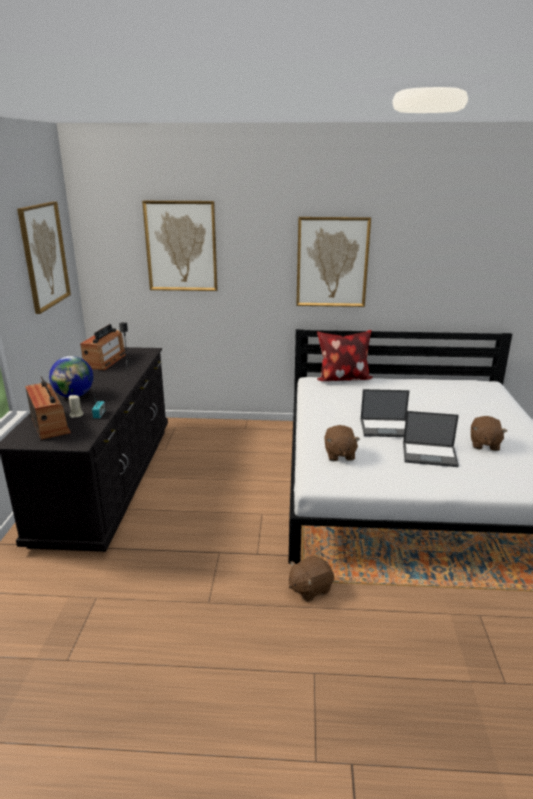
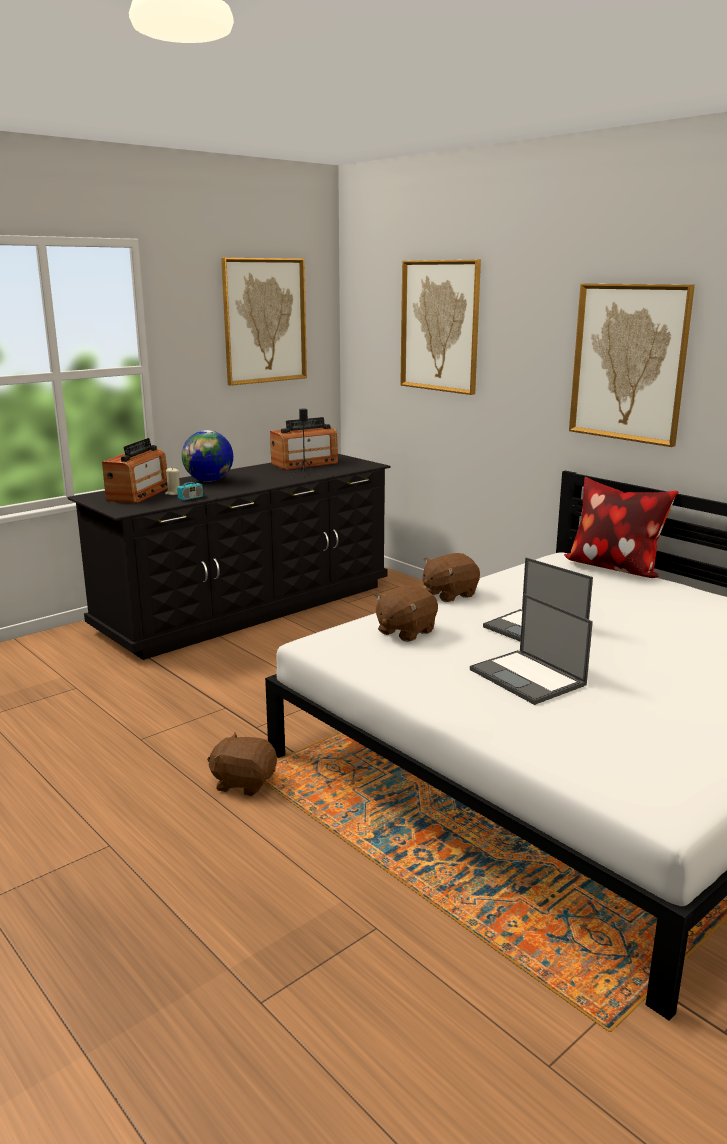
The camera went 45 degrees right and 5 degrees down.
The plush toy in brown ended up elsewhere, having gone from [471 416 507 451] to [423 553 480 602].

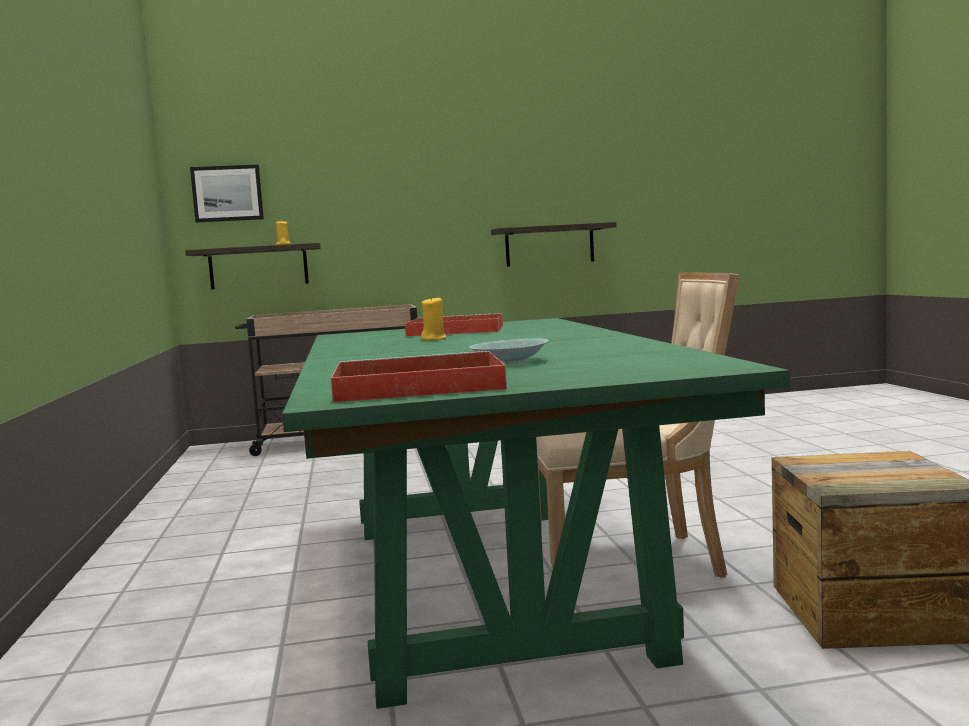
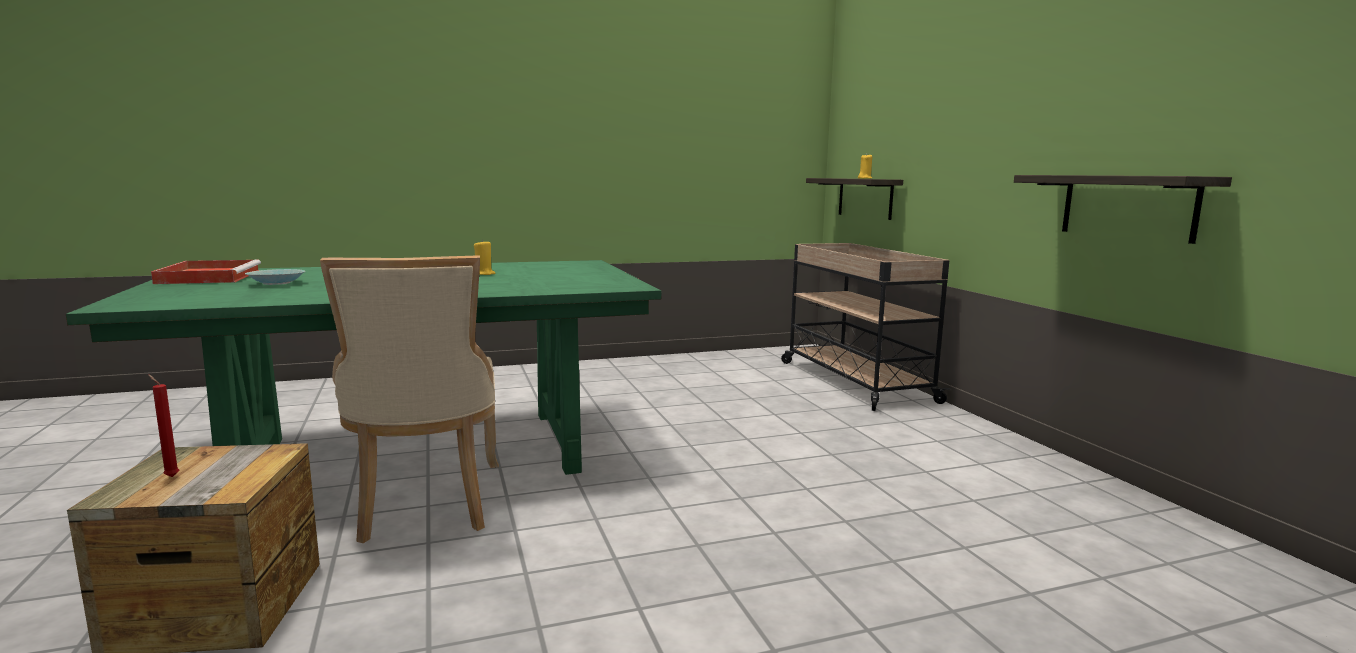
The camera went 80 degrees right and 5 degrees up.
The second view lost the picture at [190 165 264 223].
The second view lost the tray in red at [405 313 503 337].
The second view gained the candle in red at [148 374 179 477].

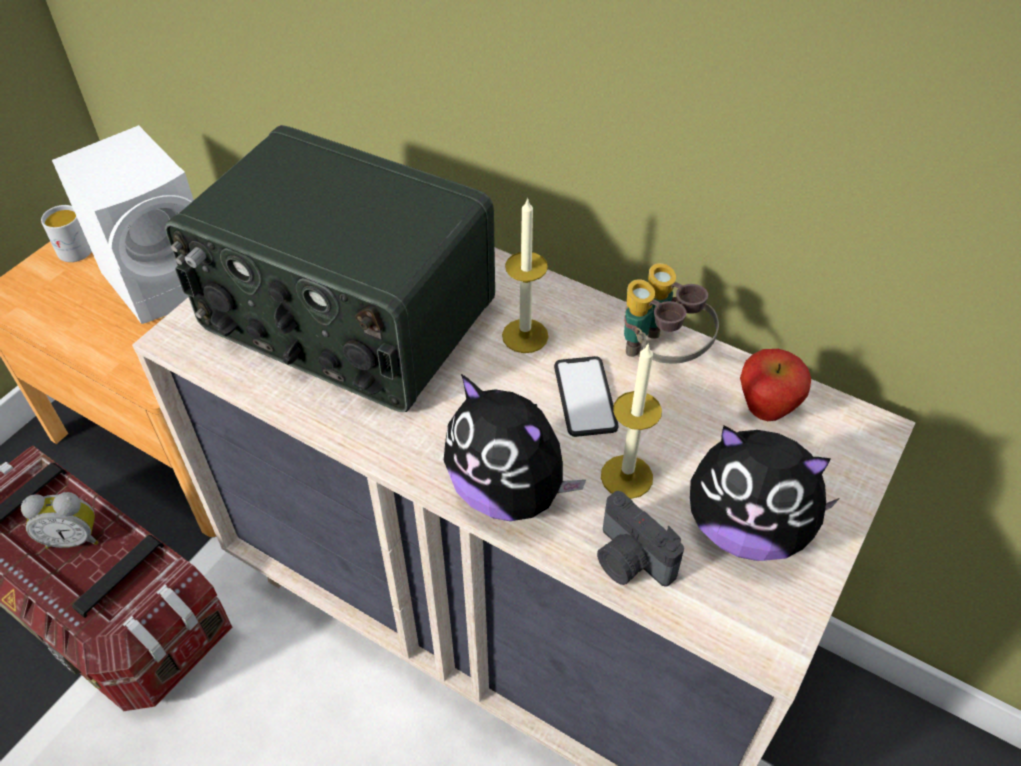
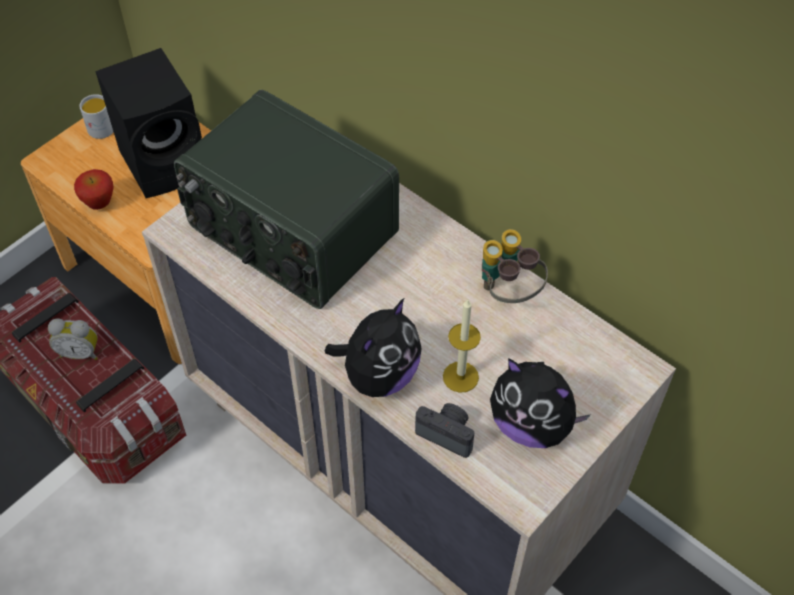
The camera went 10 degrees right and 5 degrees up.
What was the speaker in white at [52 125 194 324] turned into the speaker in black at [95 48 202 198].
The plush toy at [444 374 586 521] ended up facing another way, 105 degrees counterclockwise from before.
The second view lost the candle at [502 197 549 353].
The second view lost the phone at [554 356 618 437].
The photo camera at [597 491 684 587] ended up facing another way, 150 degrees clockwise from before.
The apple ended up elsewhere, having gone from [740 349 811 421] to [74 169 114 210].

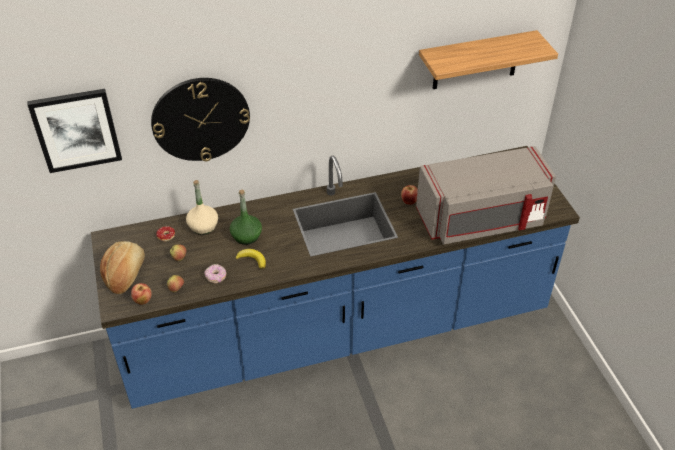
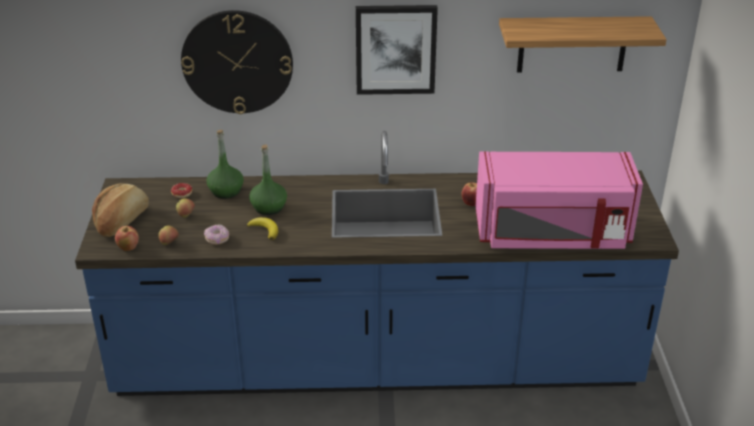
The camera went 15 degrees right and 10 degrees down.
The picture ended up elsewhere, having gone from [27 89 122 173] to [356 5 438 95].
What was the bottle in beige at [186 180 218 235] turned into the bottle in green at [206 130 244 199].
What was the microwave in grey at [416 146 556 244] turned into the microwave in pink at [476 151 643 249].

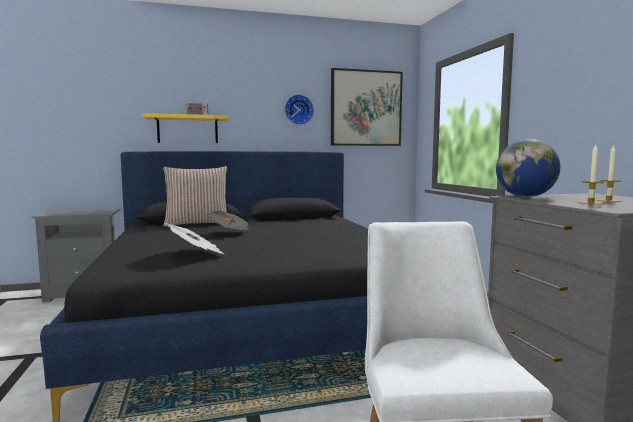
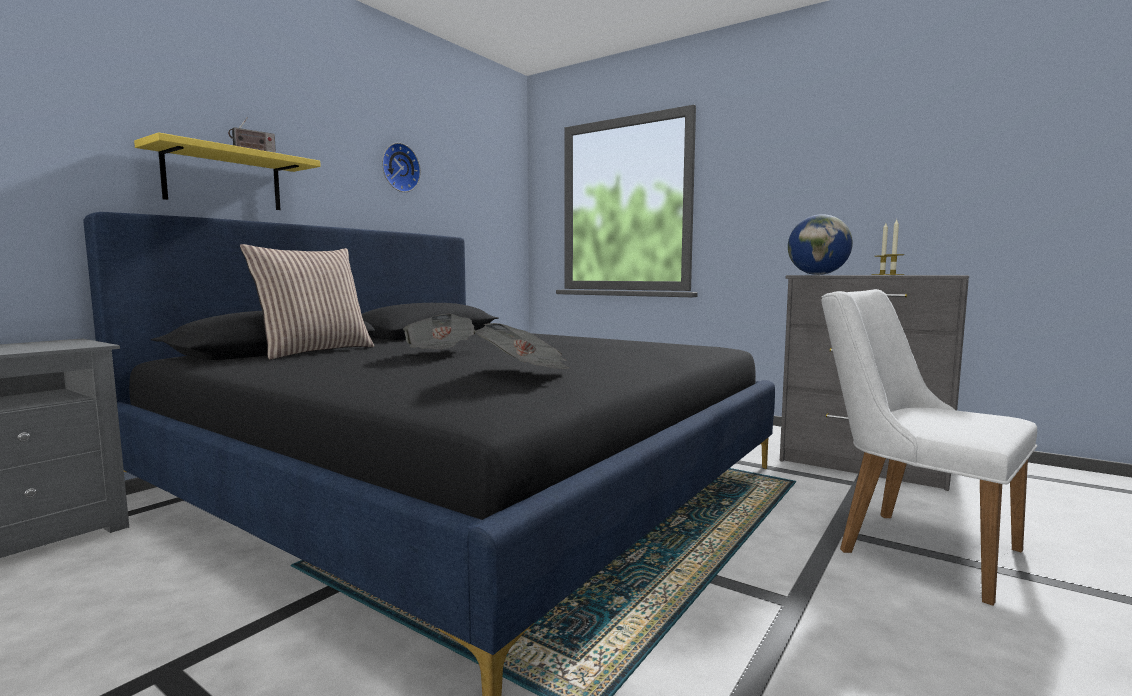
The camera went 40 degrees left and 0 degrees up.
The second view lost the picture at [331 68 403 146].

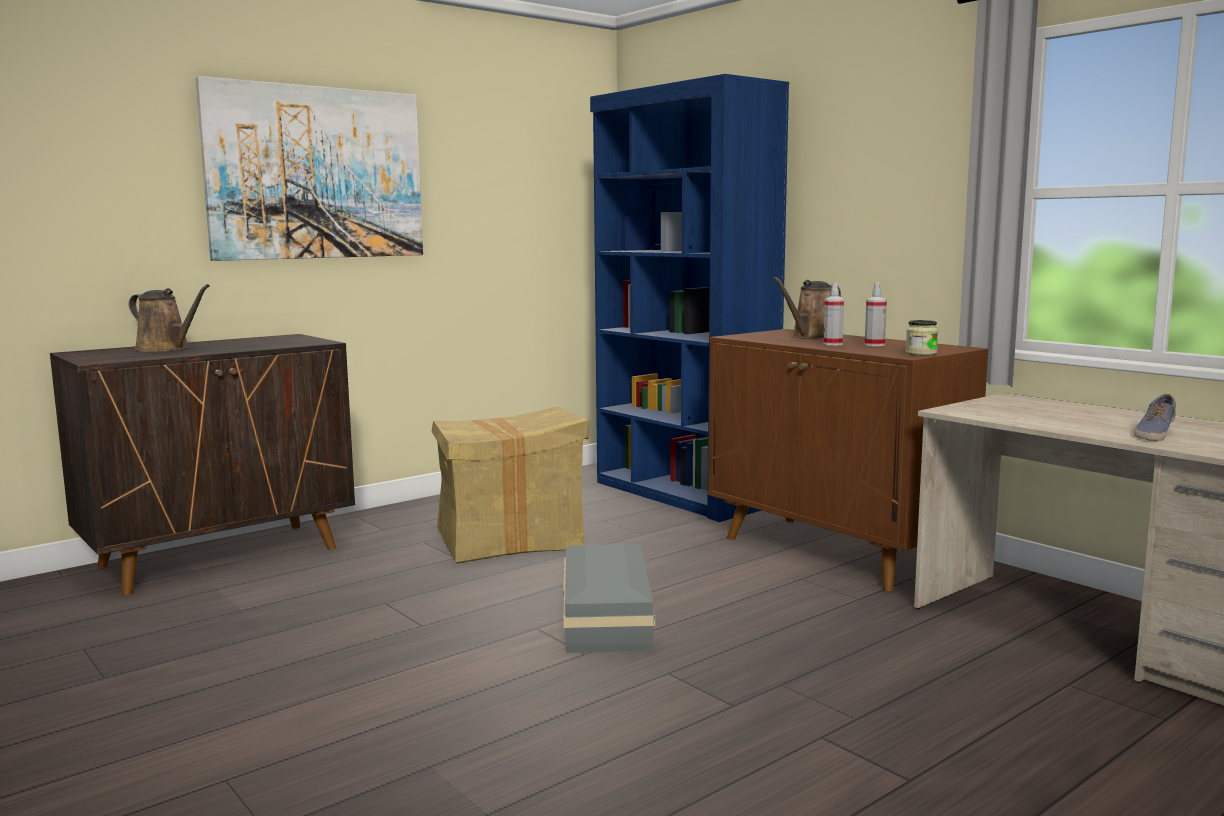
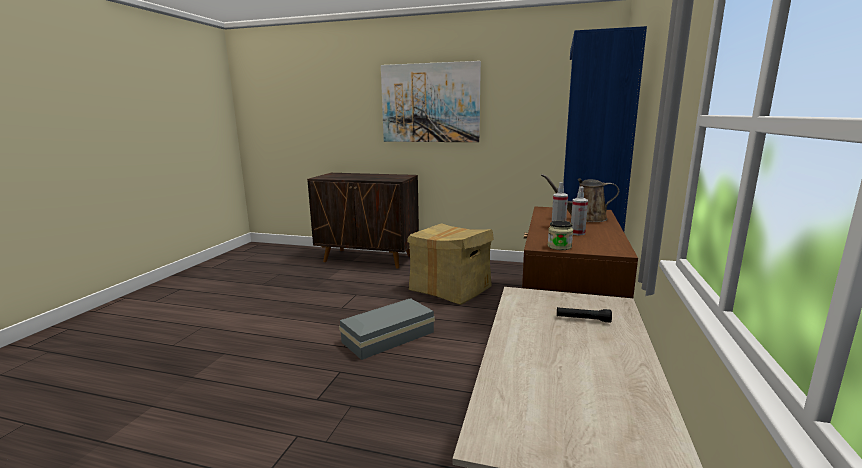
The camera went 55 degrees right and 5 degrees up.
The second view lost the watering can in brown at [129 284 210 352].
The second view lost the shoe at [1134 394 1176 441].
The second view gained the flashlight in black at [557 307 612 322].

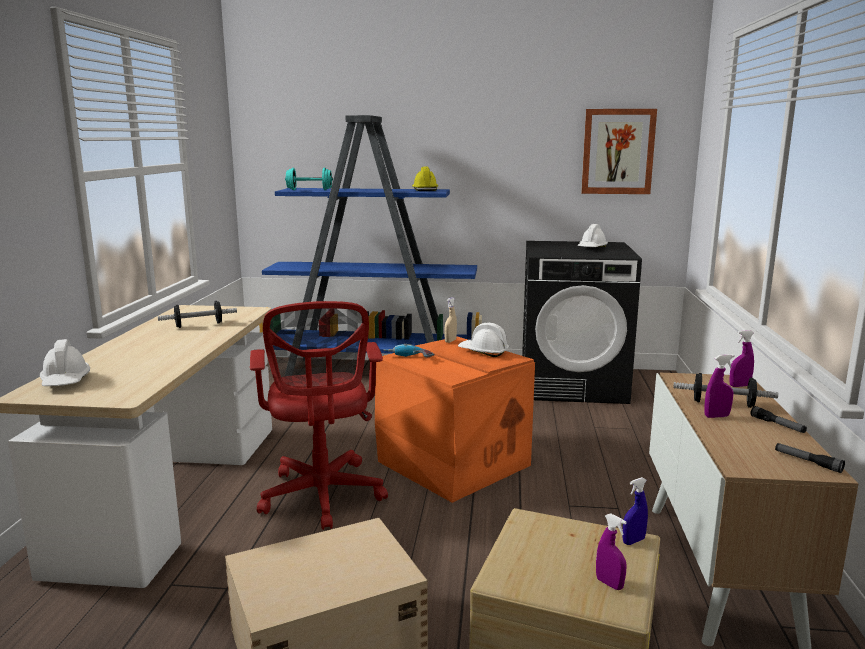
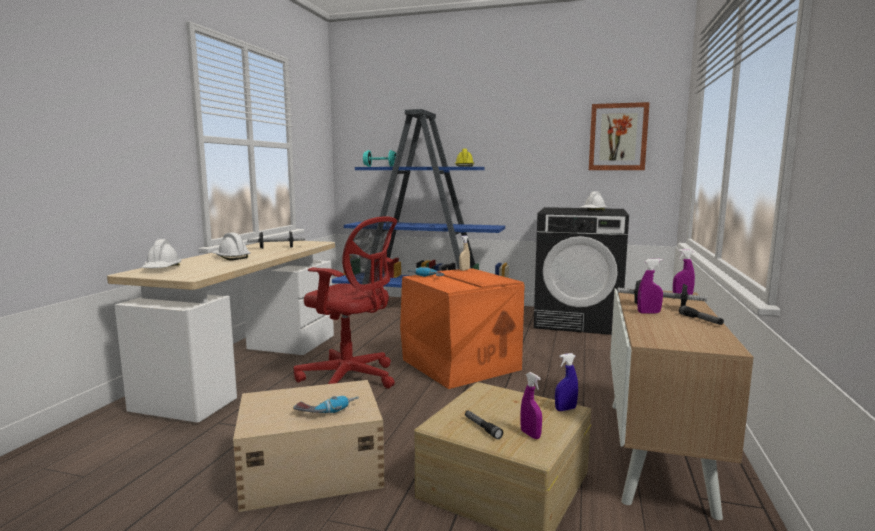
The camera went 10 degrees right and 5 degrees down.
The office chair in red at [250 301 388 530] ended up facing another way, 60 degrees counterclockwise from before.
The hard hat in white ended up elsewhere, having gone from [458 323 509 357] to [212 232 251 260].
The flashlight ended up elsewhere, having gone from [775 443 845 473] to [465 410 503 439].
The second view gained the power drill at [293 396 359 413].

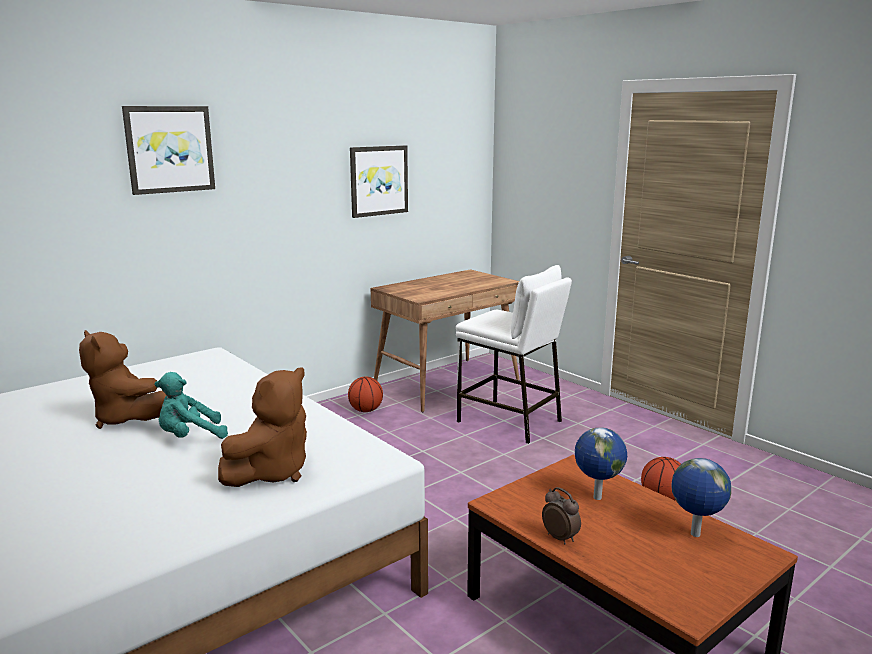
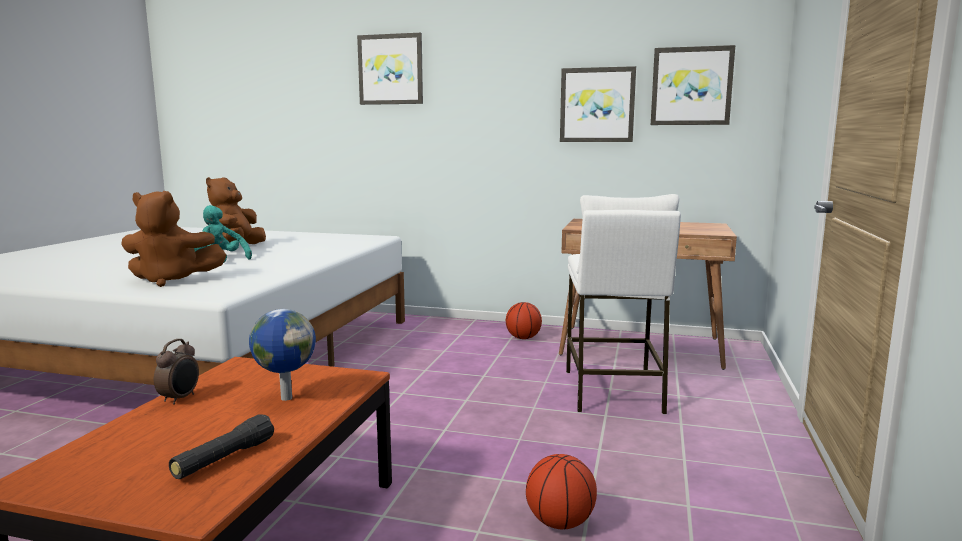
The camera went 55 degrees right and 5 degrees down.
Where the globe stood at [671 458 731 537], the flashlight in black came to stand at [169 414 274 479].
The second view gained the picture at [651 45 735 125].

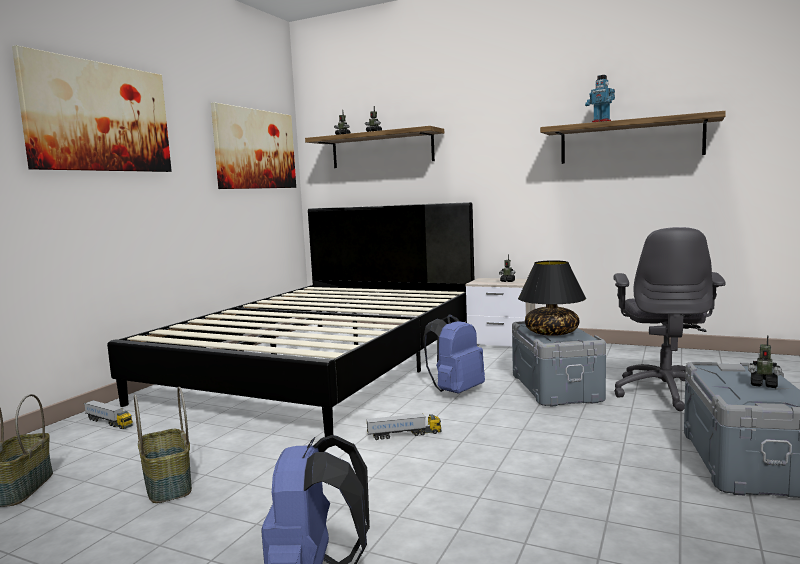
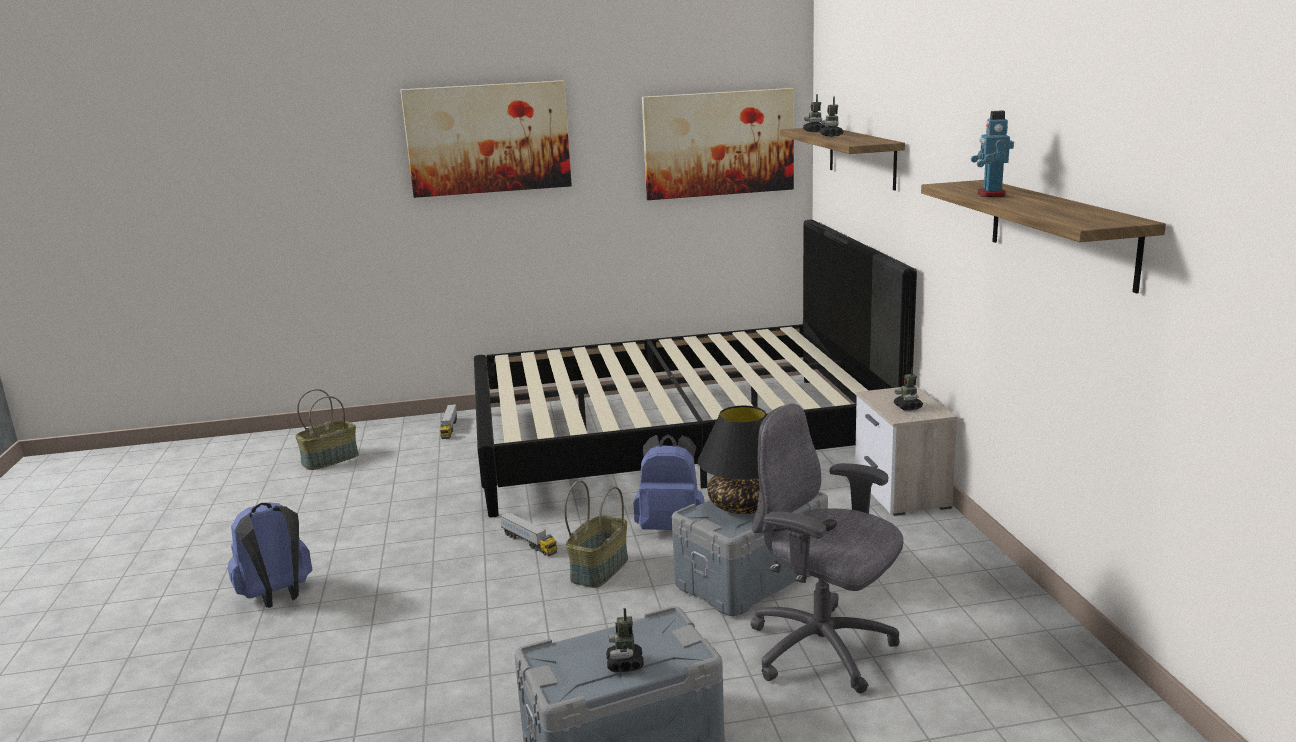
The camera went 55 degrees right and 10 degrees up.
The basket ended up elsewhere, having gone from [134 387 192 503] to [564 480 628 588].
The office chair in grey at [614 227 725 411] ended up facing another way, 60 degrees clockwise from before.

